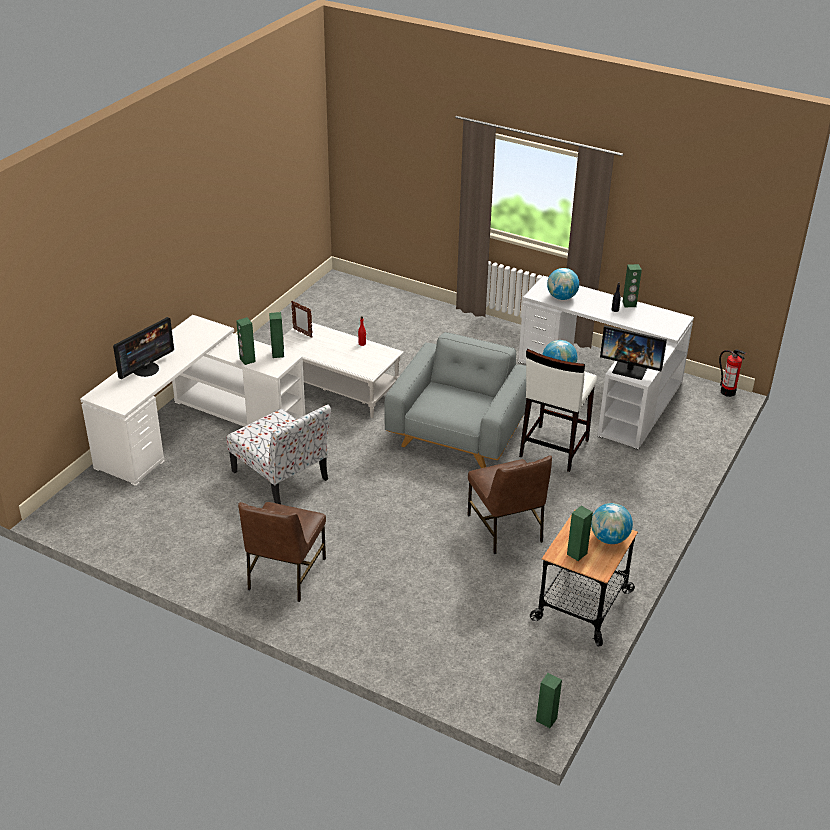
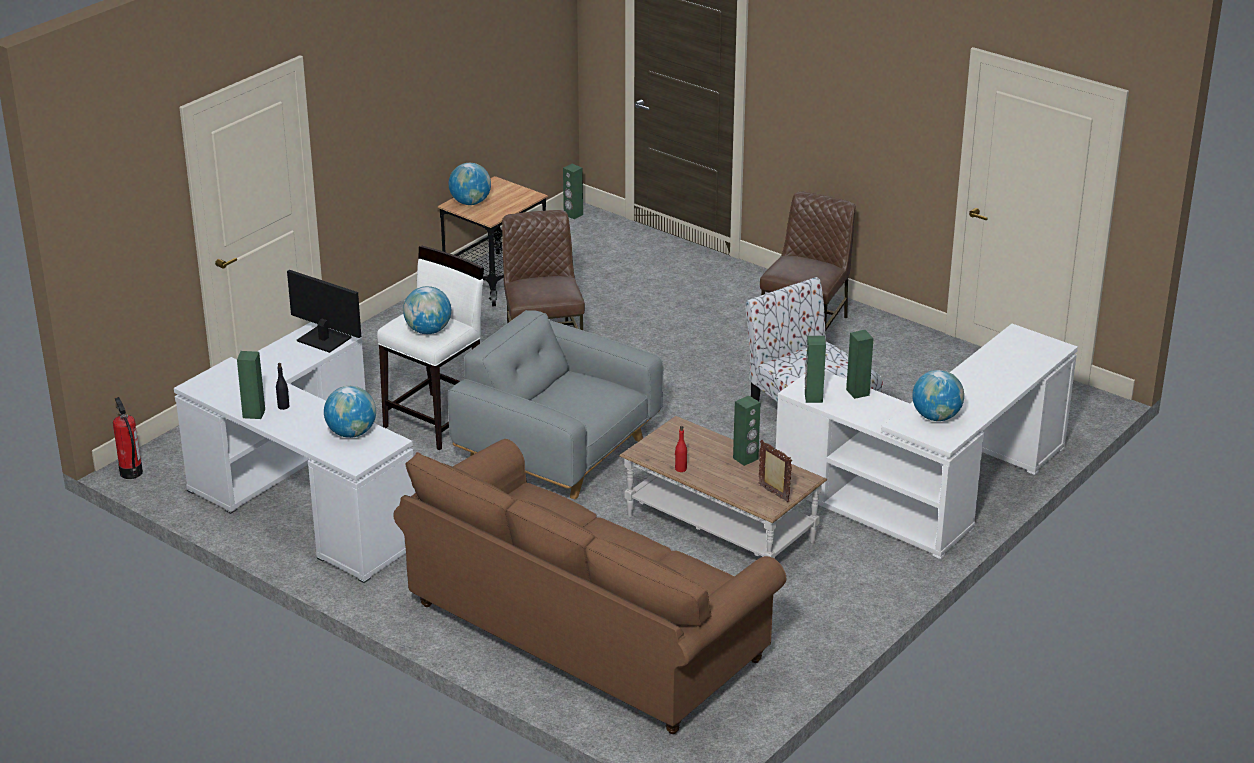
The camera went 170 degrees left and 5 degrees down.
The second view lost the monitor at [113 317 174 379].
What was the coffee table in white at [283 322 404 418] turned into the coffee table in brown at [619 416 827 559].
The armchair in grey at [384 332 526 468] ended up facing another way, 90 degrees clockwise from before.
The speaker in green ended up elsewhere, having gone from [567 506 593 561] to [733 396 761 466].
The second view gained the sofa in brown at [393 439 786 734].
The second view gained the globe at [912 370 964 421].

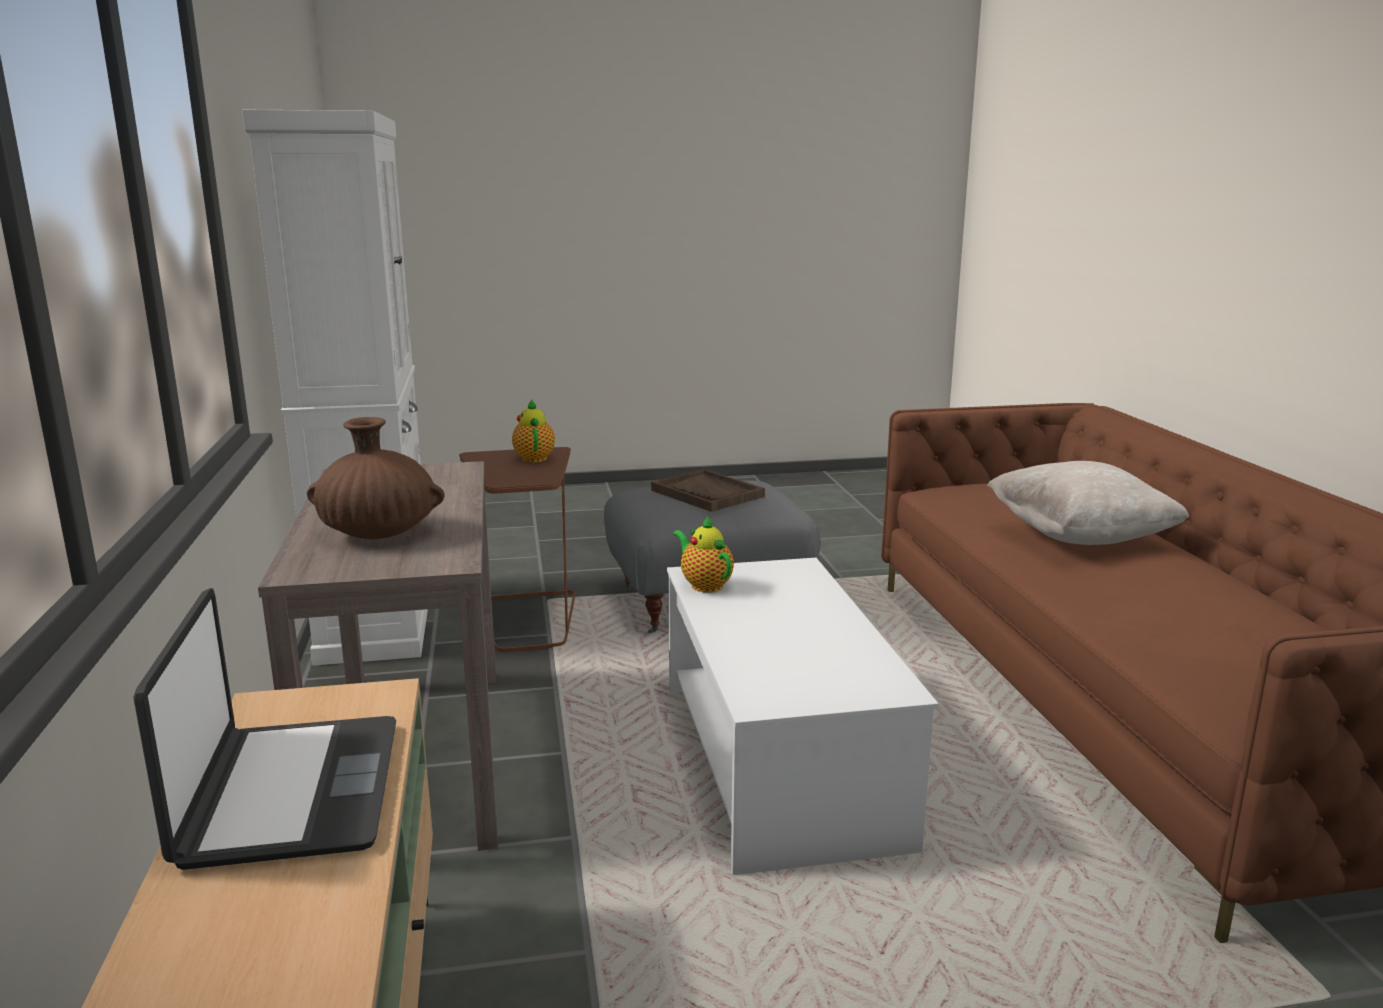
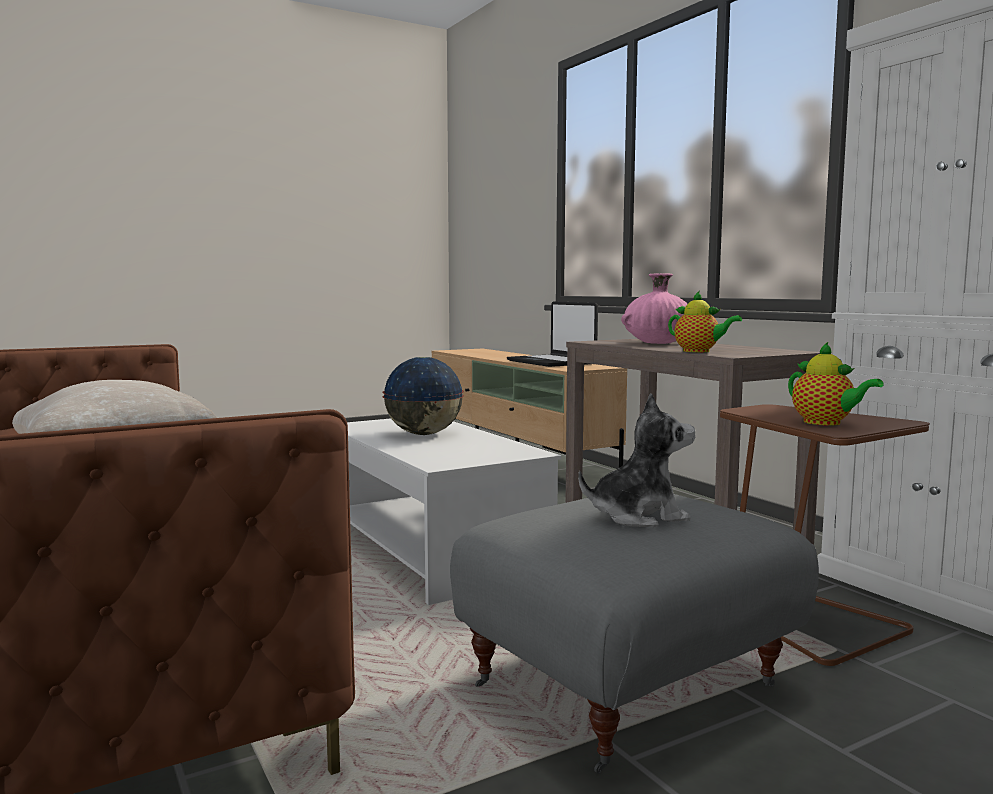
The camera went 160 degrees right and 10 degrees down.
What was the vase in brown at [307 417 445 539] turned into the vase in pink at [621 274 687 344].
Where the tray in brown stood at [651 469 765 512], the plush toy came to stand at [578 393 696 527].
The teapot ended up elsewhere, having gone from [673 516 734 593] to [668 291 742 352].
The second view gained the globe at [382 357 464 435].

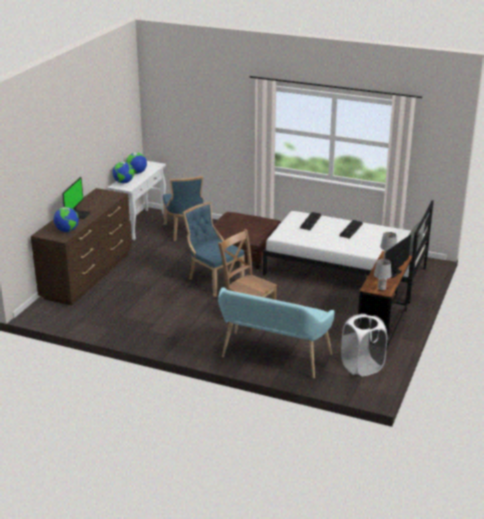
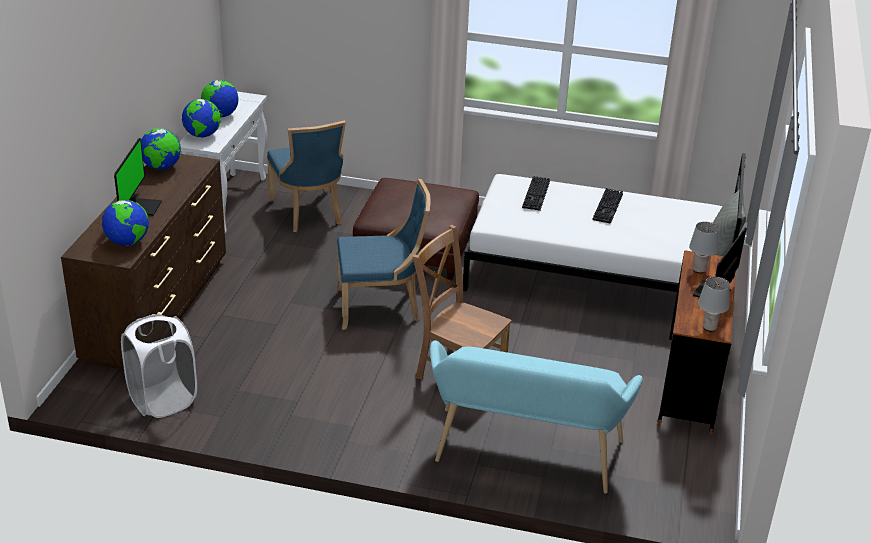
The camera went 10 degrees left and 5 degrees up.
The chair in blue at [182 202 245 297] ended up facing another way, 135 degrees clockwise from before.
The laundry basket in white ended up elsewhere, having gone from [341 314 387 376] to [121 314 197 418].
The second view gained the globe at [141 128 181 170].

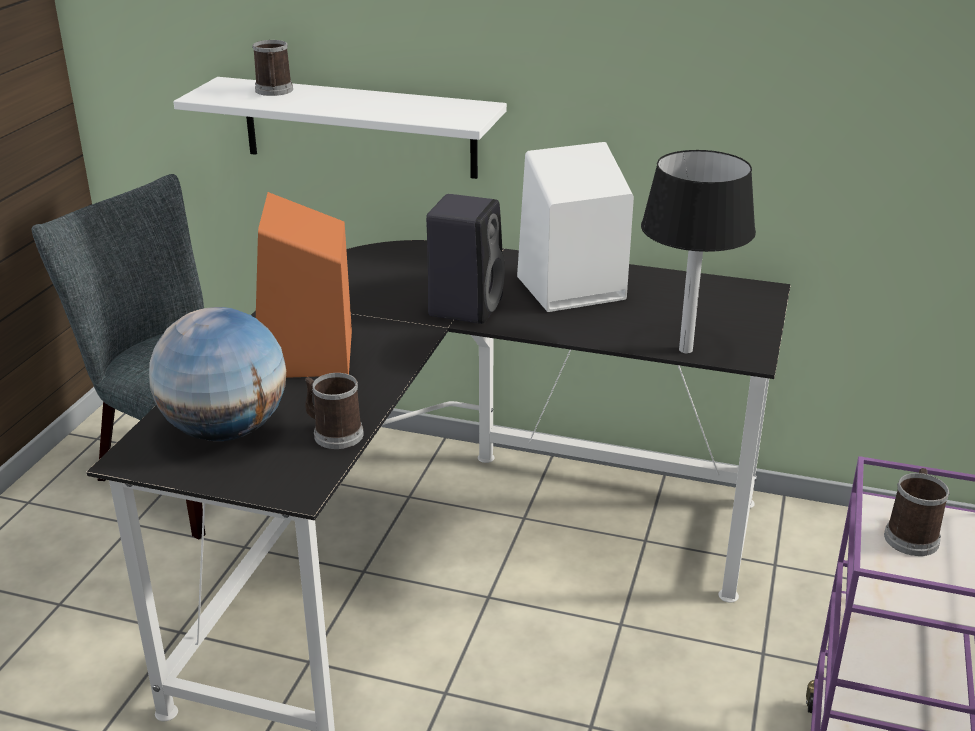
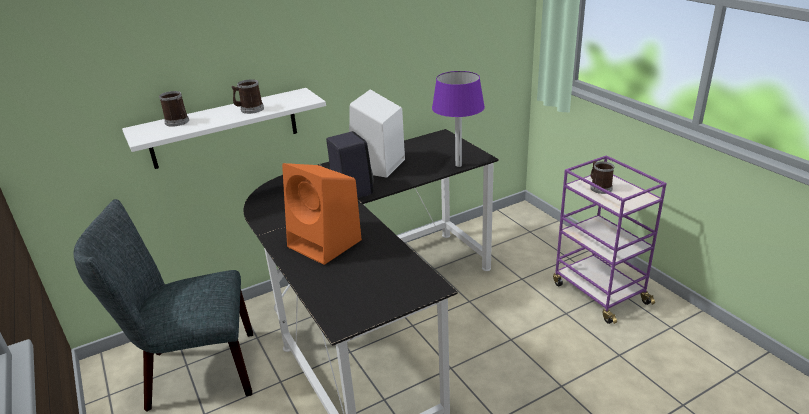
The camera went 45 degrees left and 0 degrees up.
The second view lost the globe at [149 307 286 441].
The mug ended up elsewhere, having gone from [305 373 364 449] to [231 79 264 114].
What was the table lamp in black at [641 150 756 353] turned into the table lamp in purple at [432 71 485 167].

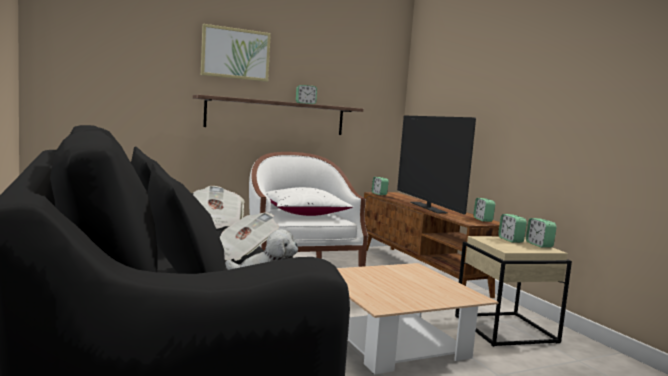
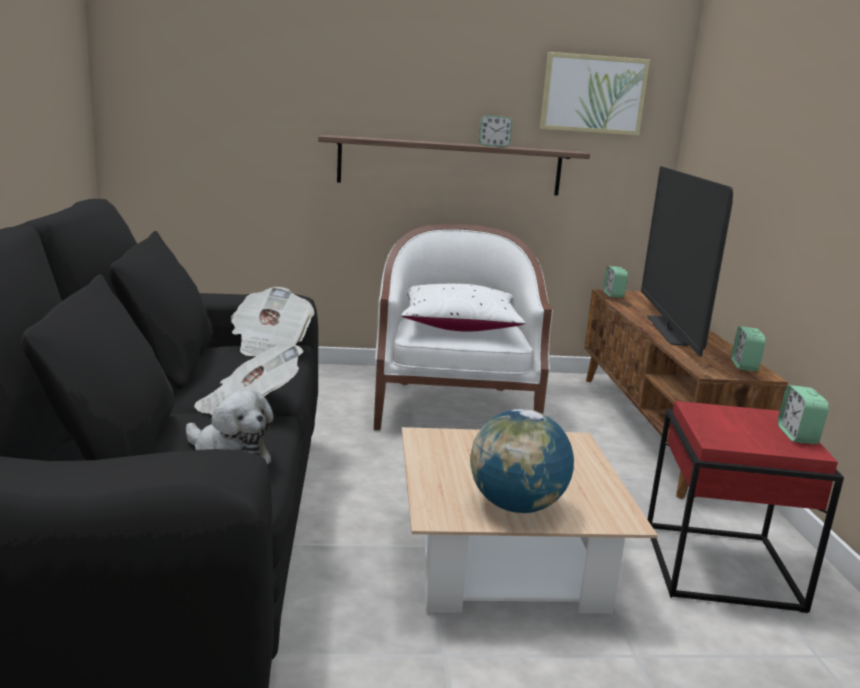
The camera went 20 degrees right and 10 degrees up.
The picture ended up elsewhere, having gone from [201 24 271 82] to [540 52 650 136].
What was the side table in beige at [455 236 572 347] turned into the side table in red at [647 401 844 613].
The second view lost the alarm clock at [498 214 527 243].
The second view gained the globe at [470 409 574 513].

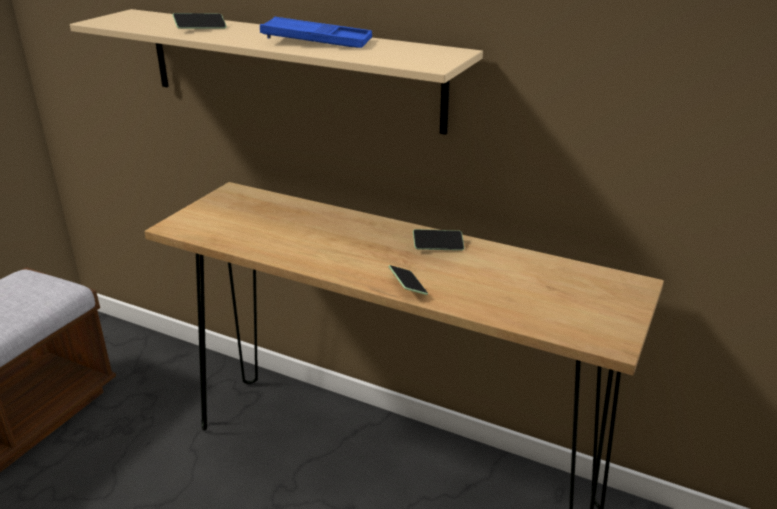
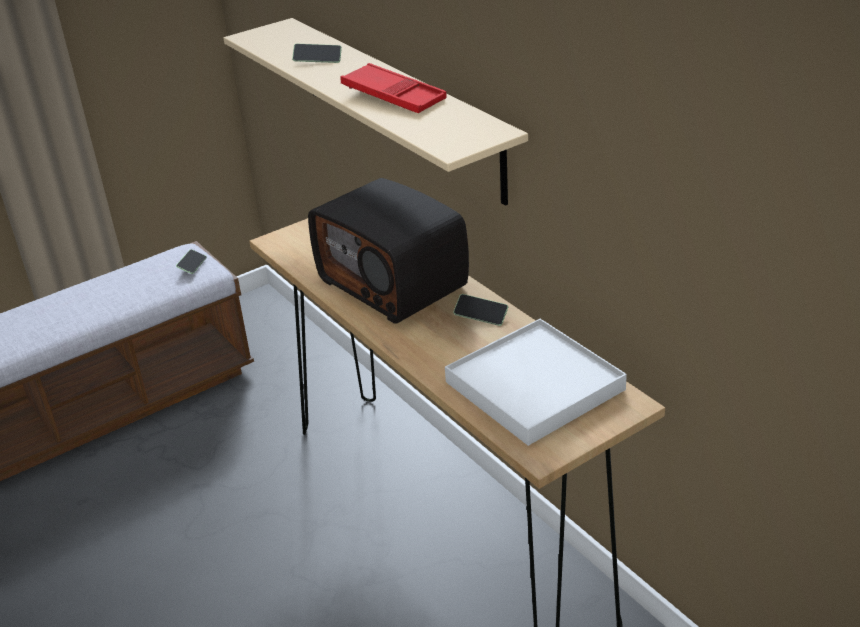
The camera went 30 degrees right and 5 degrees up.
What was the tray in blue at [260 16 372 48] turned into the tray in red at [340 63 447 113].
The phone ended up elsewhere, having gone from [389 265 428 295] to [176 249 207 274].
The second view gained the radio at [308 178 469 324].
The second view gained the tray in white at [445 319 627 446].

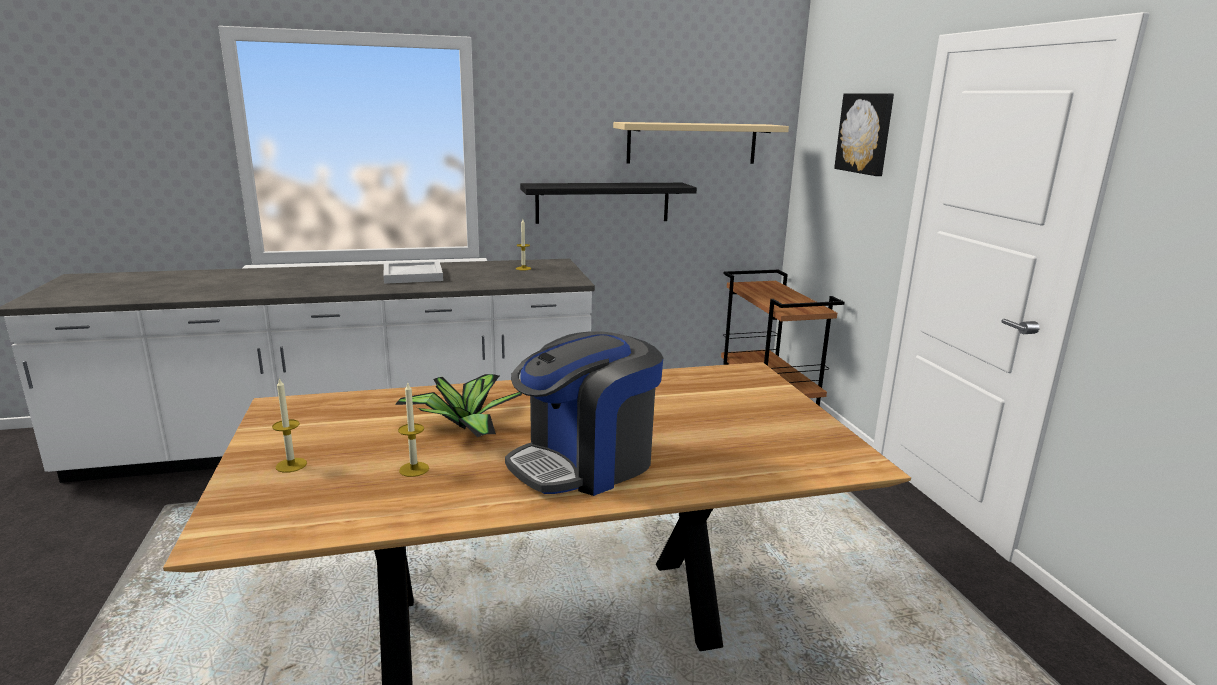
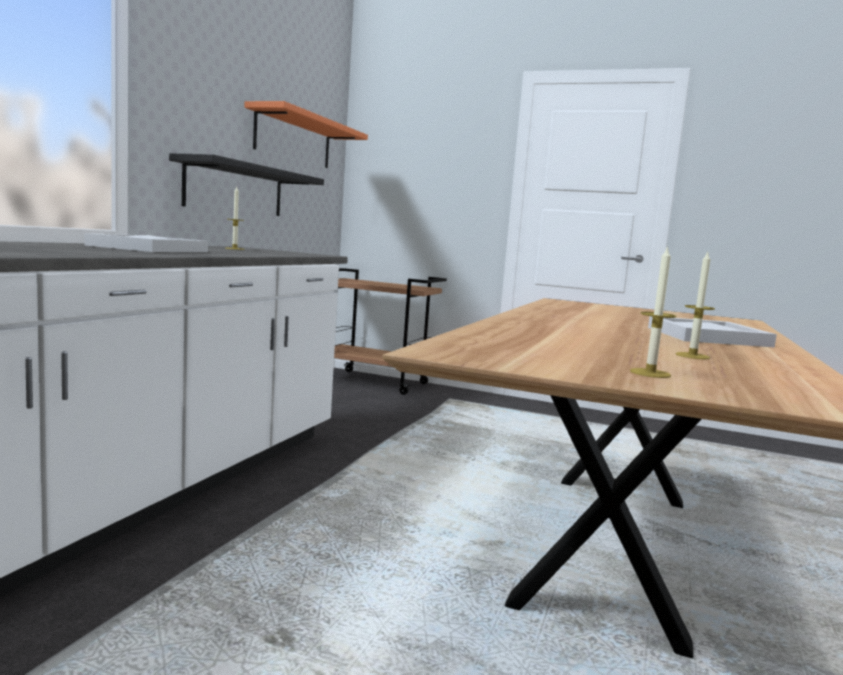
The camera went 55 degrees left and 10 degrees down.
The second view lost the potted plant at [395 374 522 437].
Where the coffee machine stood at [505 331 663 496], the tray in white came to stand at [648 316 777 347].
What was the shelf in beige at [613 122 789 164] turned into the shelf in orange at [245 101 368 168].
The second view lost the picture at [834 93 894 176].

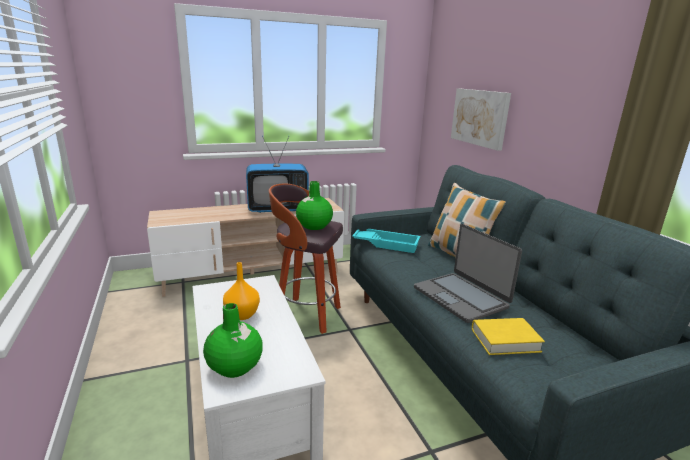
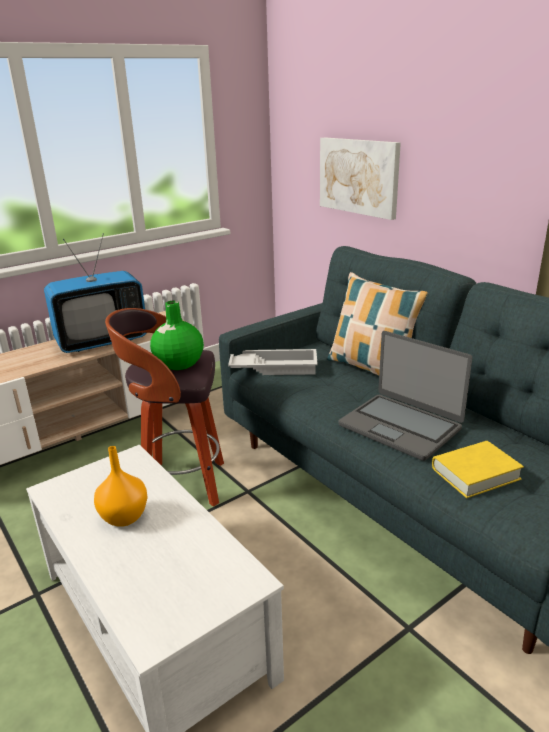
The camera went 15 degrees left and 5 degrees up.
The second view lost the vase in green at [203 303 263 378].
What was the tray in turquoise at [352 229 420 253] turned into the tray in white at [228 349 318 375].

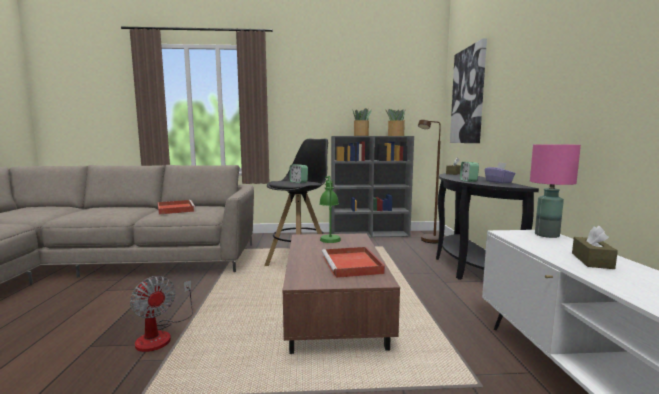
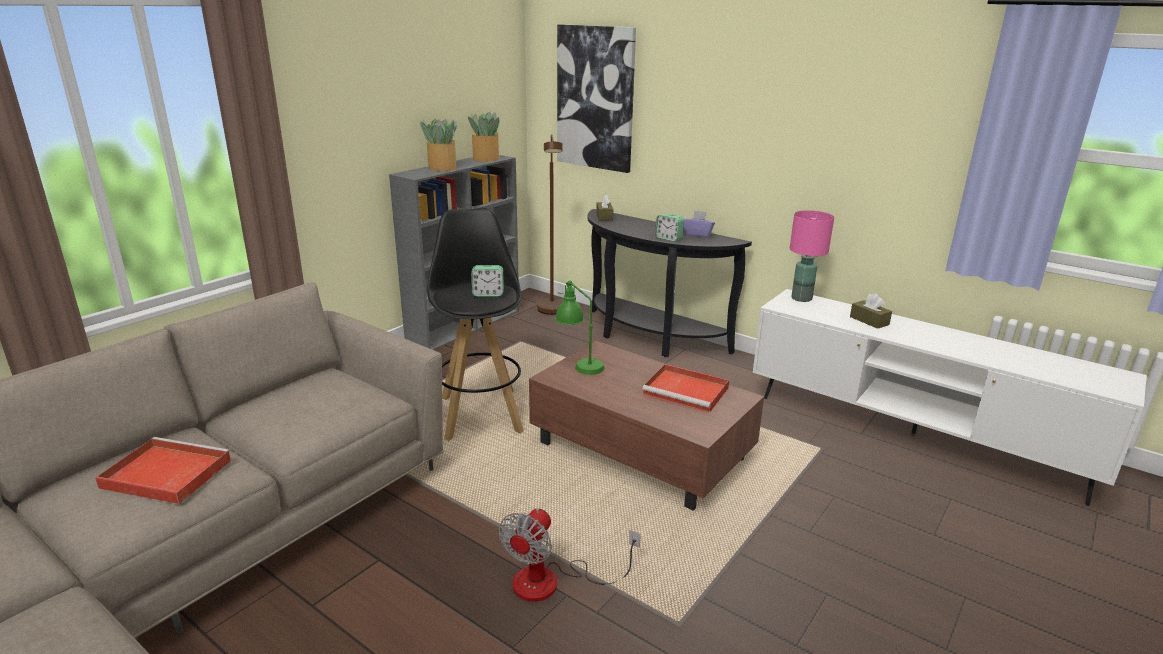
The camera went 50 degrees left and 15 degrees up.
The fan at [130 276 193 352] ended up facing another way, 120 degrees clockwise from before.
The tray in red ended up elsewhere, having gone from [158 200 195 214] to [95 437 232 504].

